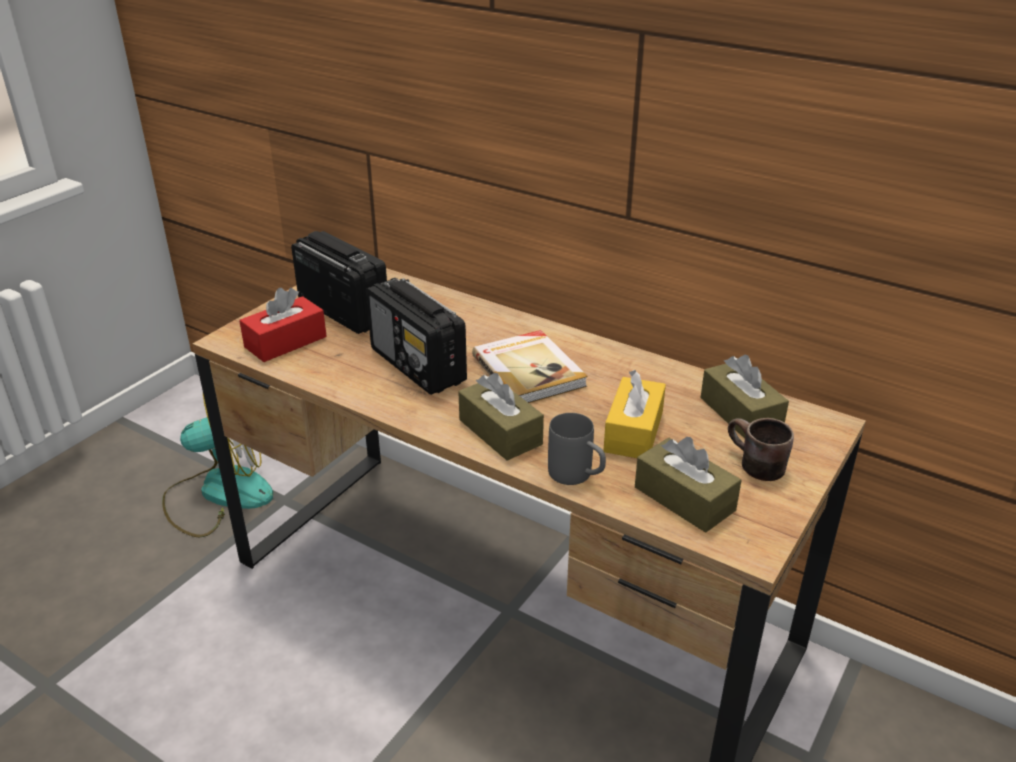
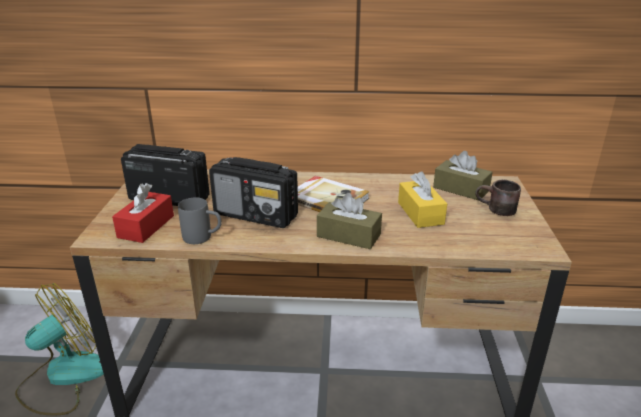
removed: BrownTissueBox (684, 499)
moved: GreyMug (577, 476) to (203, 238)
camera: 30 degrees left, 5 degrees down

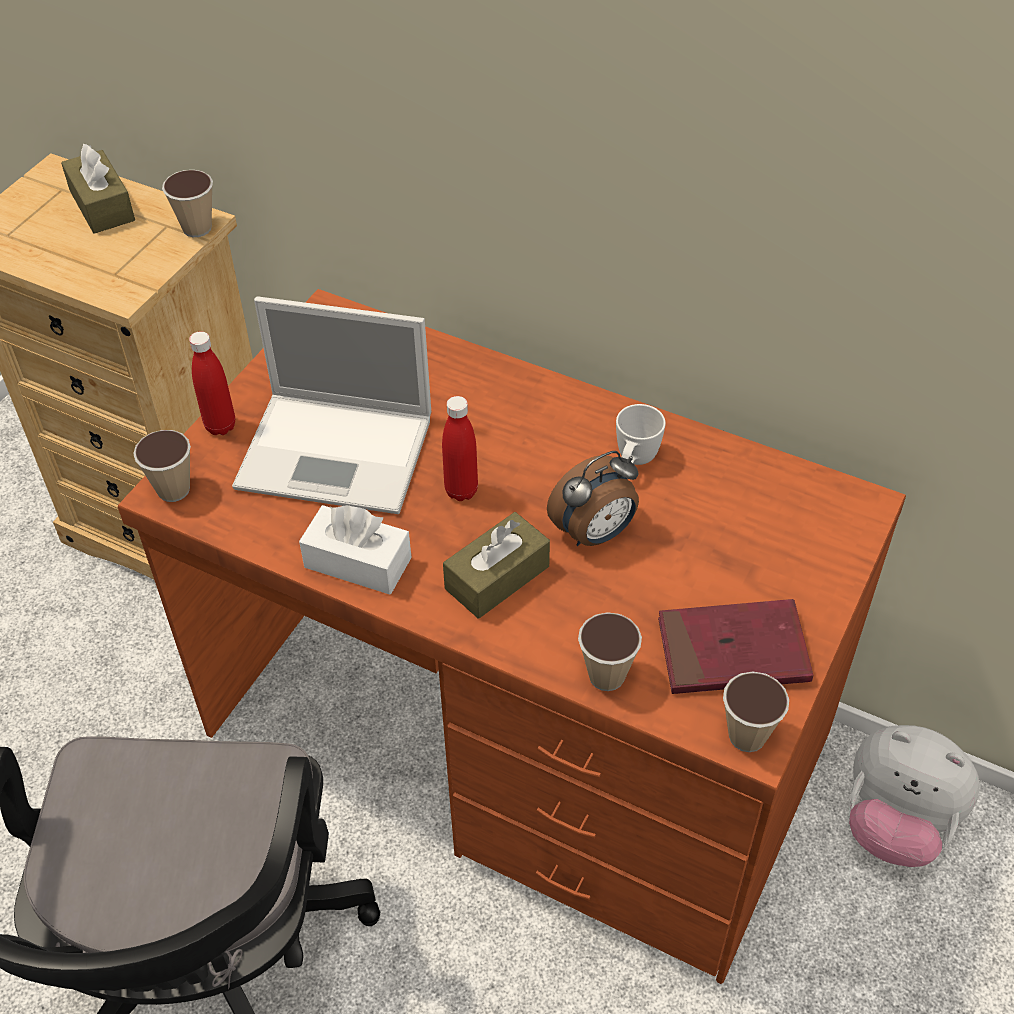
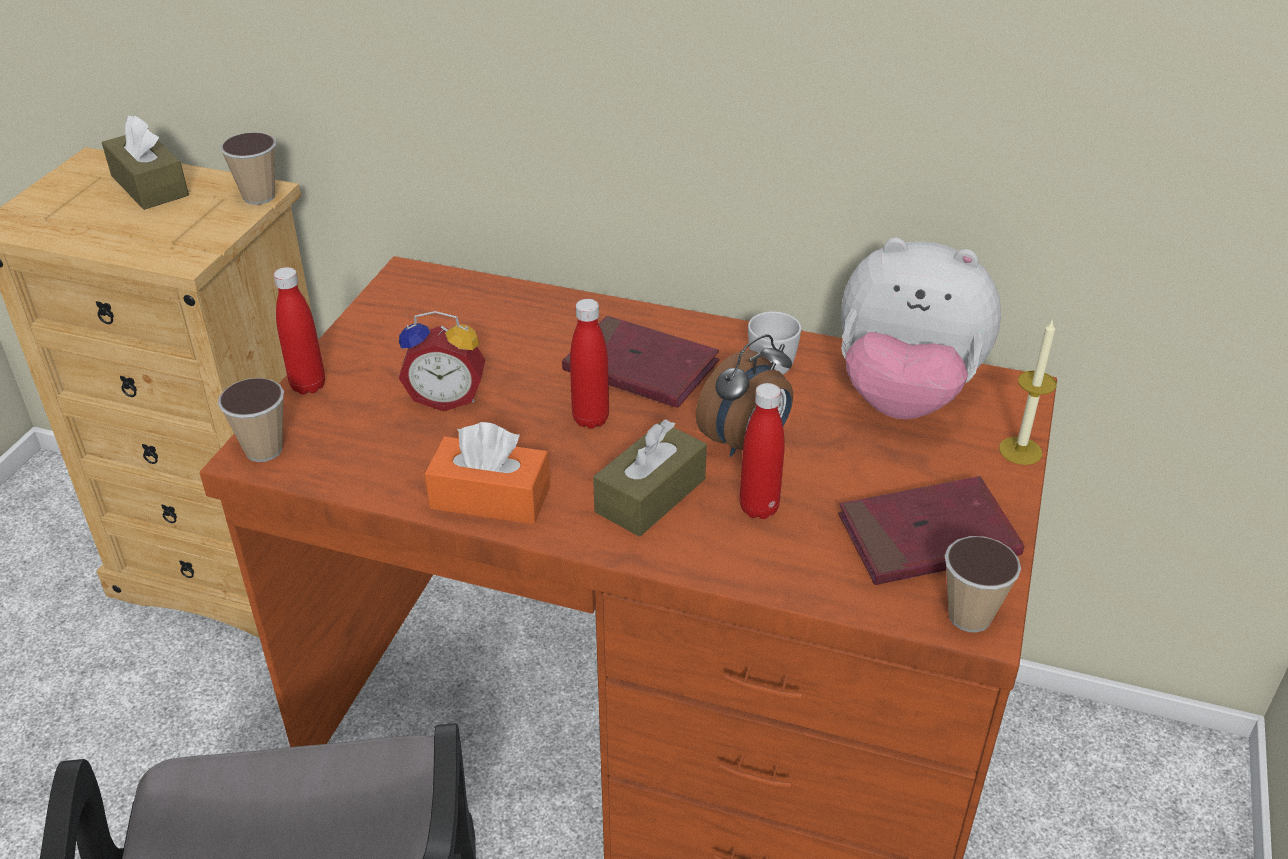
removed: Cup (606, 676)
added: RedBook (641, 368); RedBottle (759, 508); Candle (1020, 451)
moved: PlushToy (895, 824) to (904, 396)
replaced: Laptop (339, 452) to AlarmClock (447, 397)
recoloured: WhiteTissueBox (358, 562) to OrangeTissueBox (490, 497)
camera: 10 degrees left, 10 degrees down

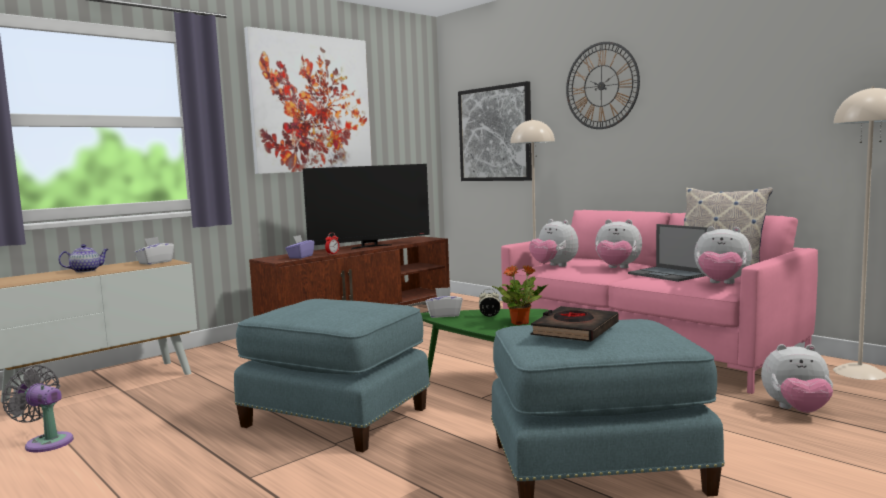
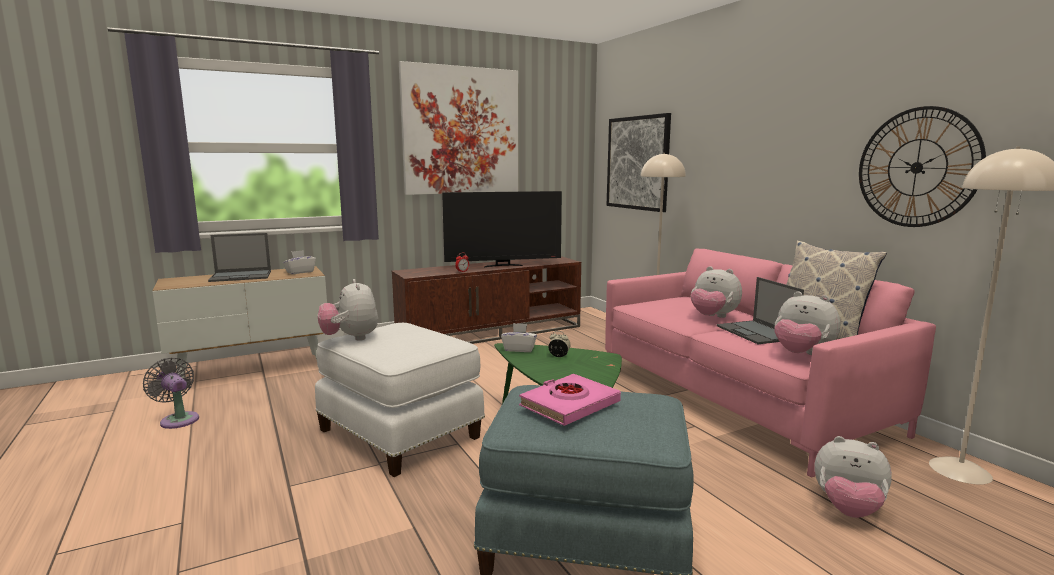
removed: PurpleTissueBox (300, 257); PottedPlant (520, 323)
moved: PlushToy (554, 266) to (350, 338); WallClock (601, 86) to (917, 167)
replaced: Teapot (86, 270) to Laptop (242, 276)
recoloured: BlueOttoman (337, 416) to WhiteOttoman (401, 433); BlackBook (574, 330) to PinkBook (569, 405)
camera: 15 degrees right, 5 degrees up

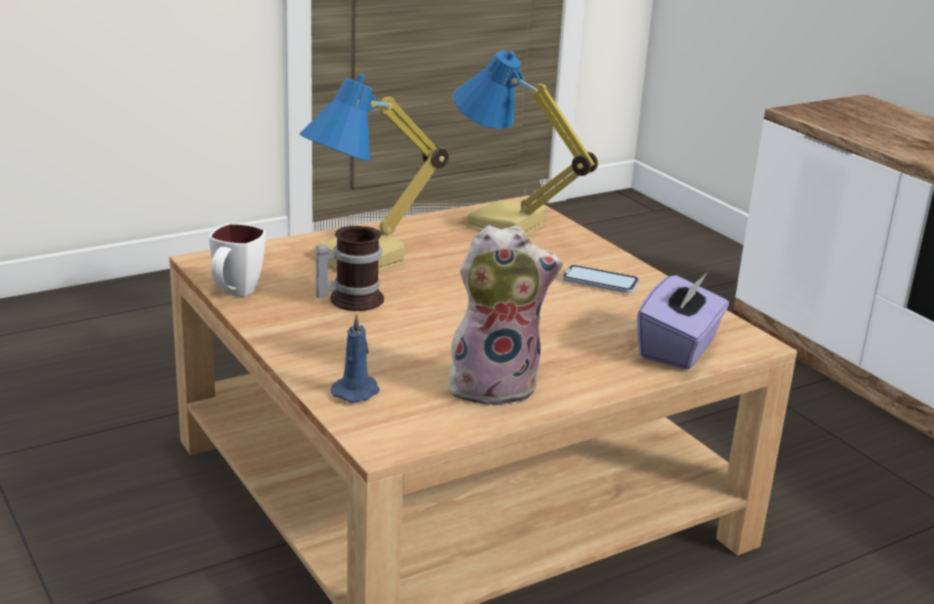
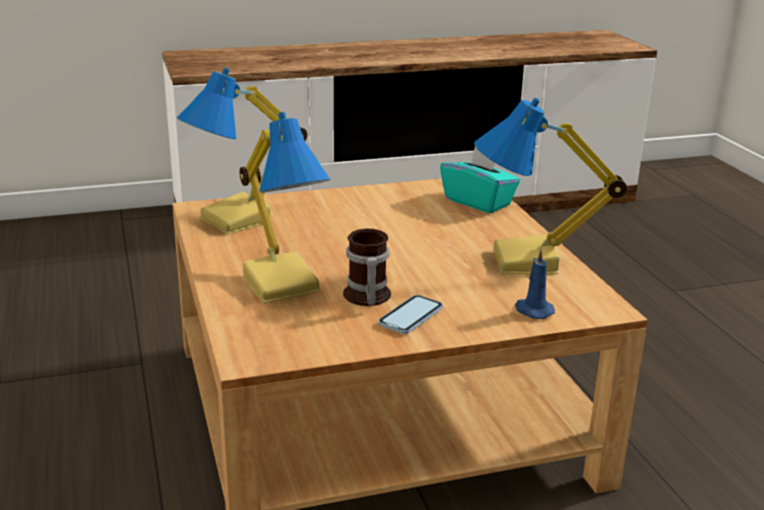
removed: WhiteMug (234, 293)
moved: Phone (600, 282) to (410, 316)
replaced: PlushToy (495, 386) to TableLamp (526, 262)
recoloured: PurpleTissueBox (679, 349) to TurquoiseTissueBox (478, 202)
camera: 75 degrees left, 0 degrees up

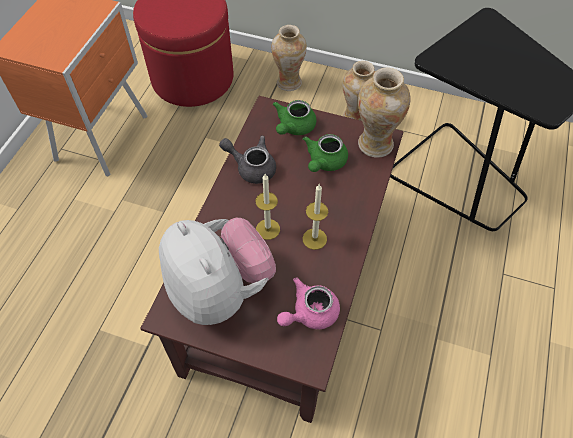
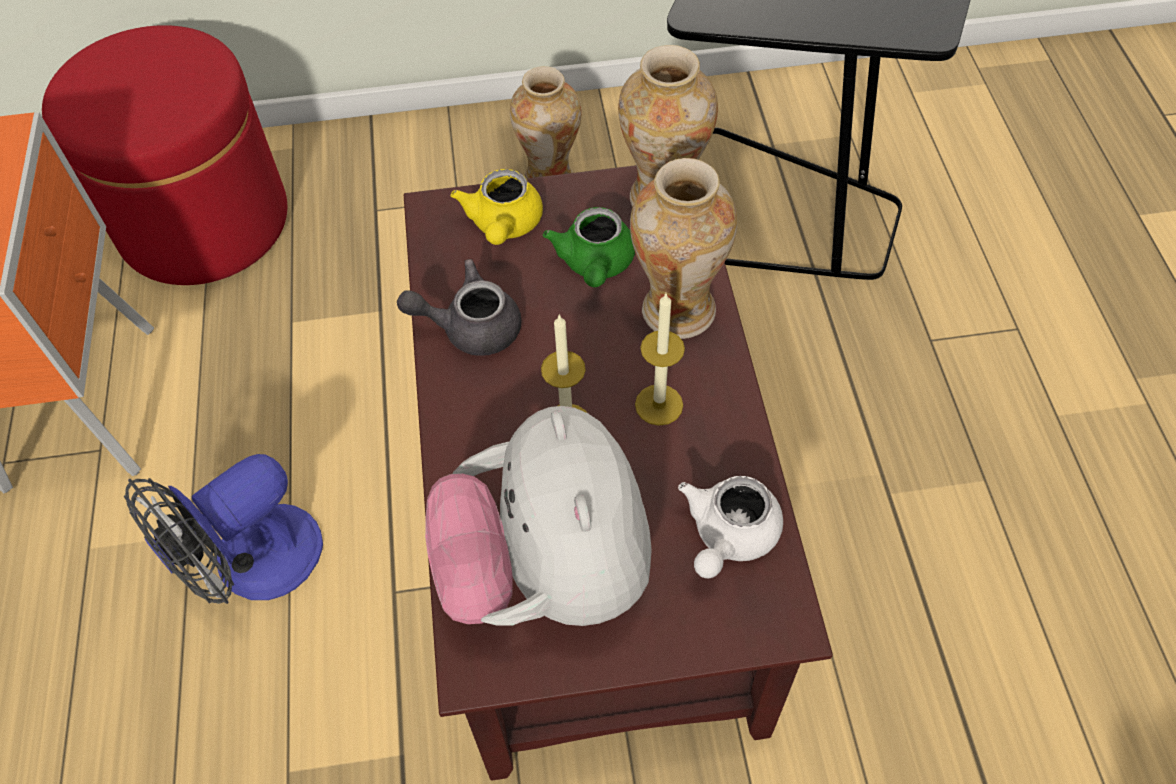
added: Fan (252, 565)
moved: Vase (288, 82) to (677, 310)
recoloured: GreenTeapot (293, 127) to YellowTeapot (503, 226); PinkTeapot (309, 313) to WhiteTeapot (728, 536)
turned: PlushToy (220, 289) = (547, 570) 135 degrees counterclockwise
camera: 25 degrees left, 0 degrees up

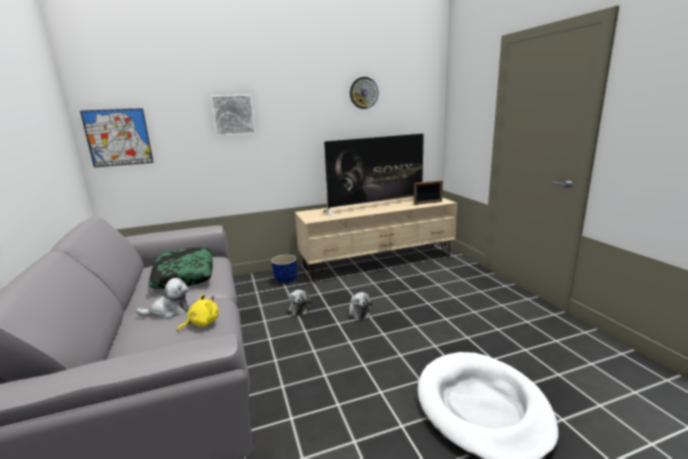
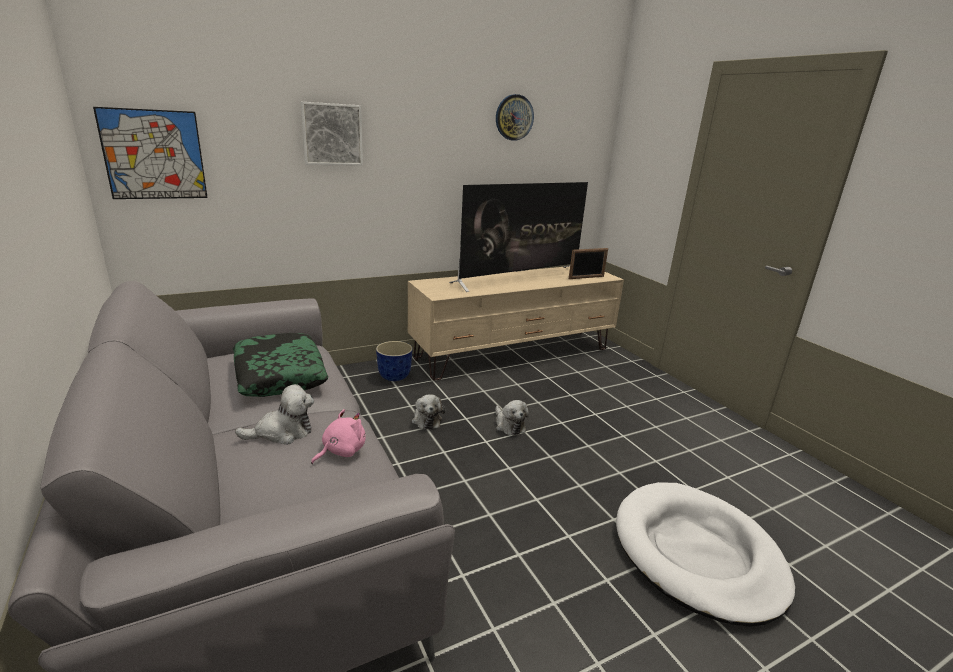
recoloured: YellowPlushToy (202, 323) to PinkPlushToy (341, 451)
camera: 10 degrees left, 5 degrees up

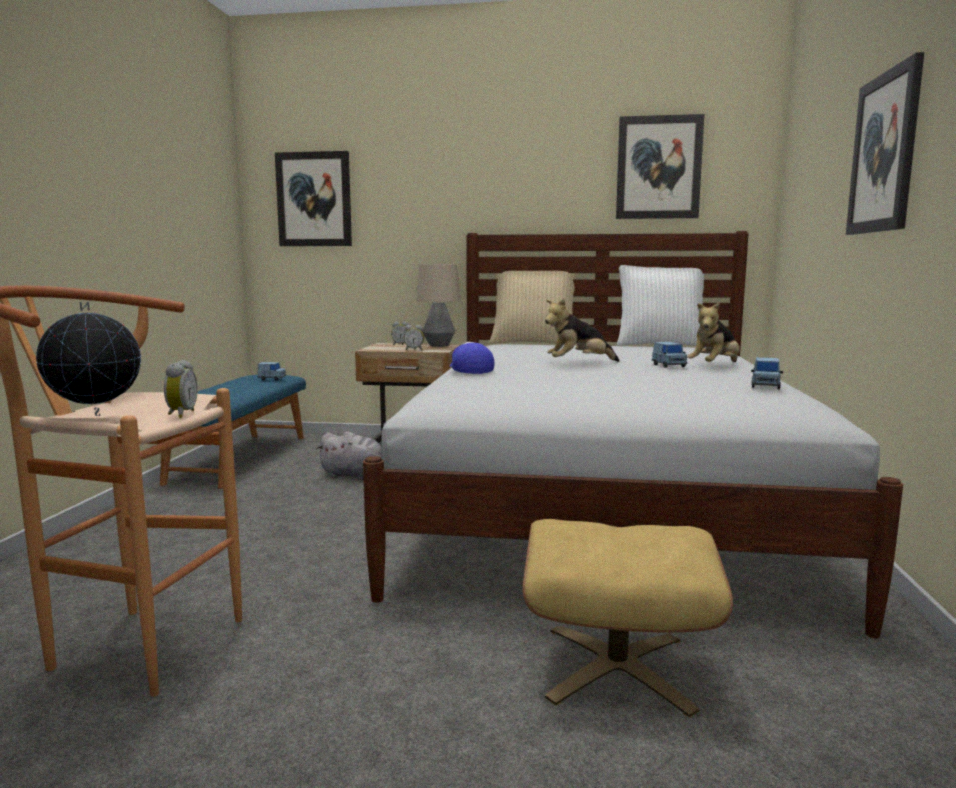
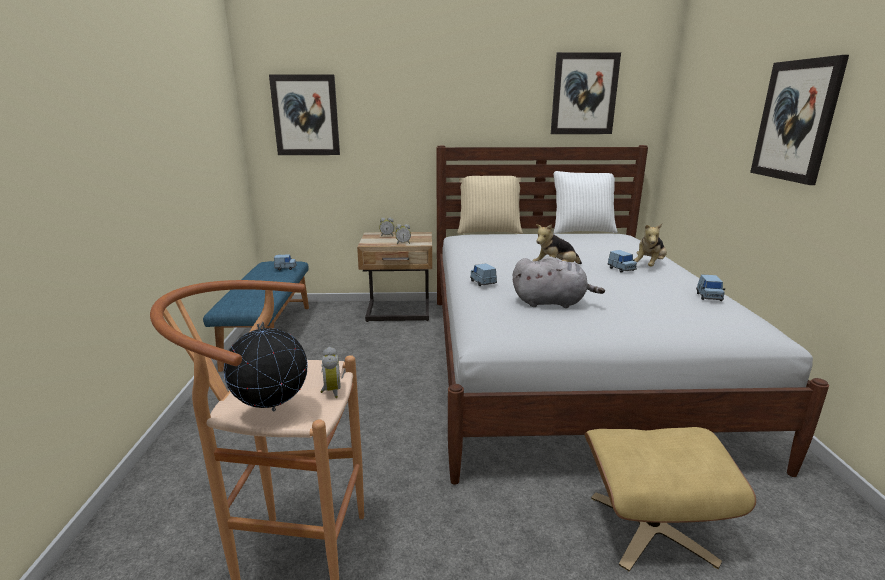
removed: TableLamp (439, 345)
moved: GreyPlushToy (355, 475) to (552, 303)
replaced: Cap (469, 369) to BlueToyCar (483, 282)
camera: 10 degrees left, 10 degrees up

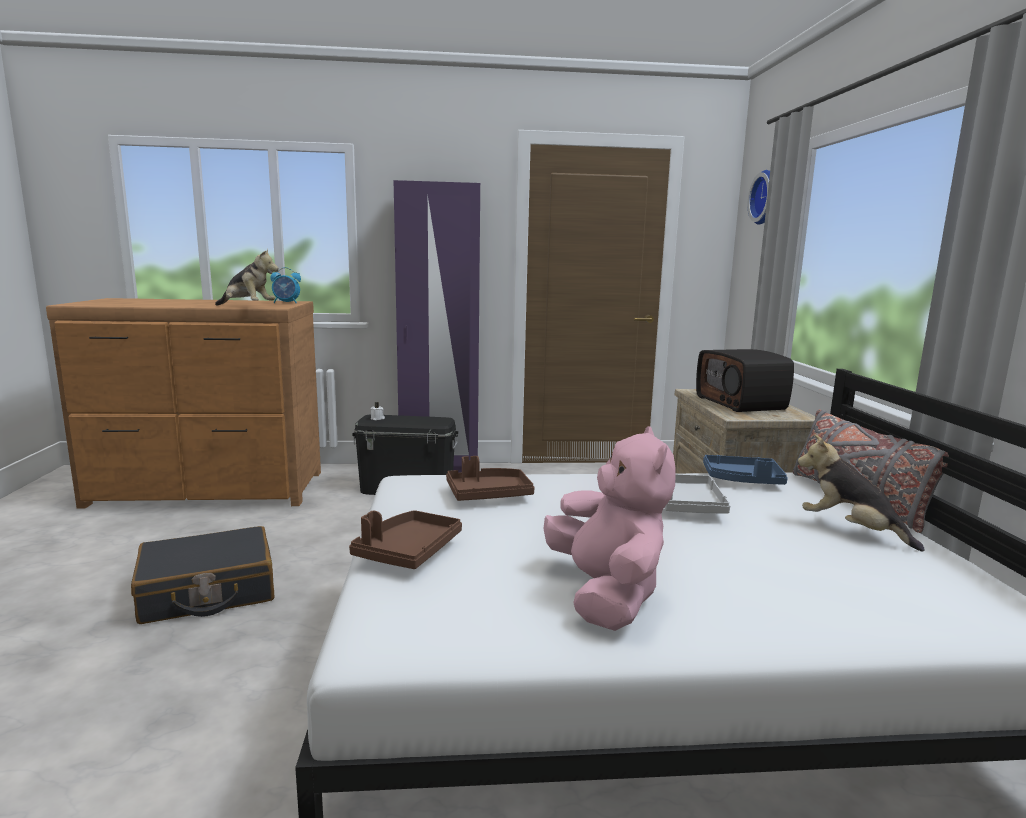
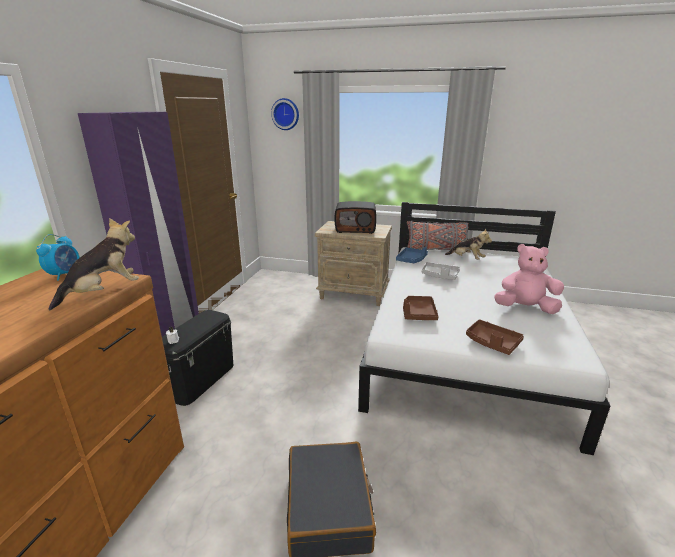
turned: PlushToy (850, 530) = (467, 259) 120 degrees counterclockwise
camera: 70 degrees left, 10 degrees up

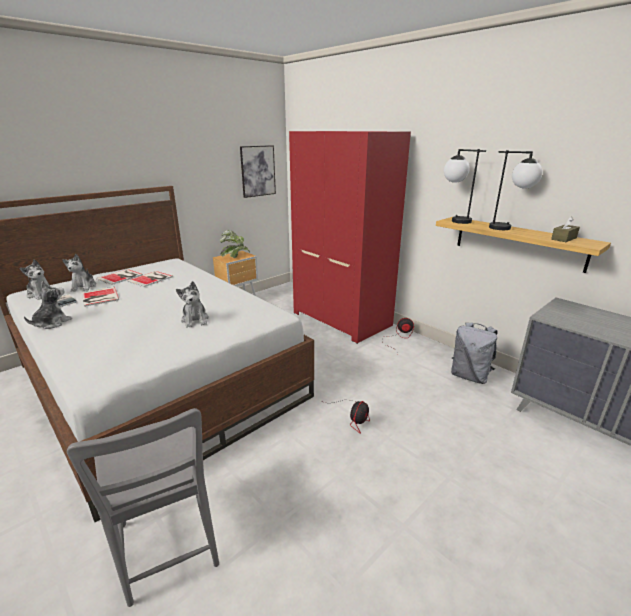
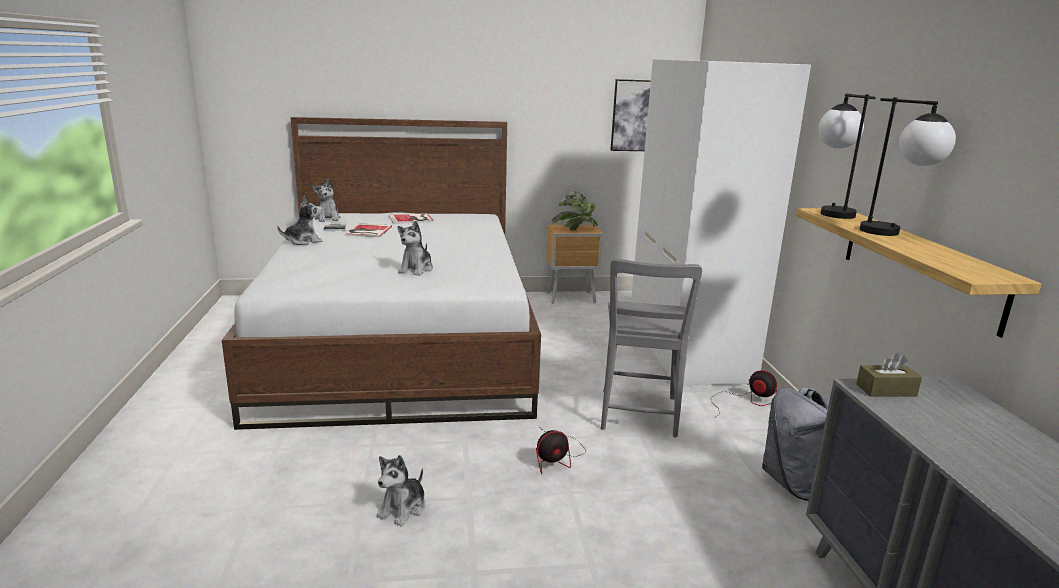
removed: Book (151, 279)
moved: PlushToy (84, 286) to (403, 509); GreyChair (169, 550) to (638, 416); BrownTissueBox (563, 238) to (886, 390)
recoloured: RedWardrobe (342, 319) to WhiteWardrobe (689, 353)
camera: 35 degrees right, 5 degrees down

